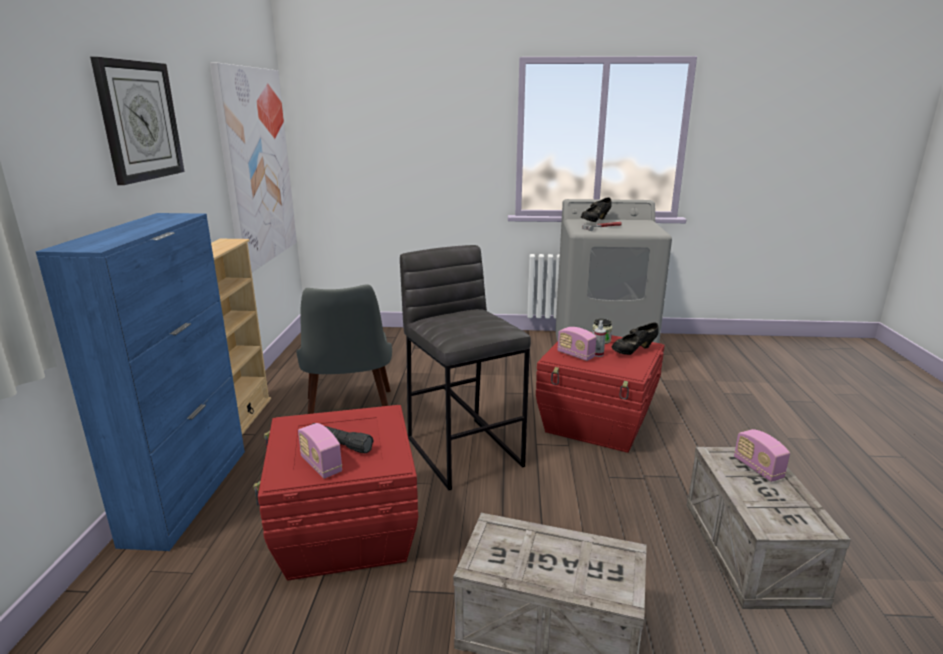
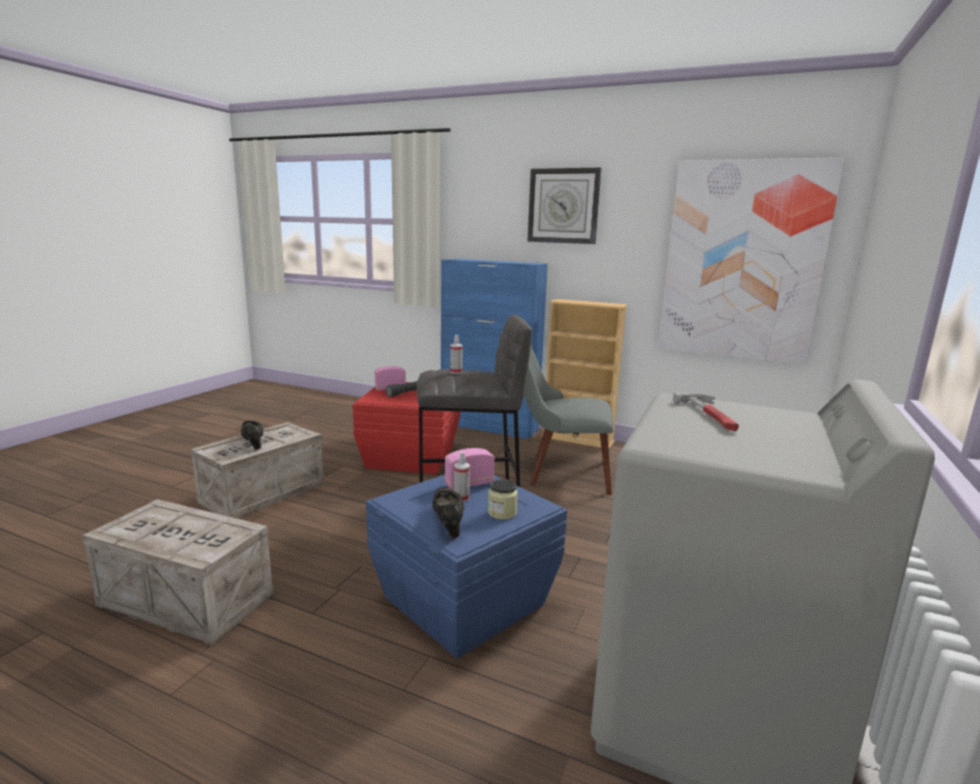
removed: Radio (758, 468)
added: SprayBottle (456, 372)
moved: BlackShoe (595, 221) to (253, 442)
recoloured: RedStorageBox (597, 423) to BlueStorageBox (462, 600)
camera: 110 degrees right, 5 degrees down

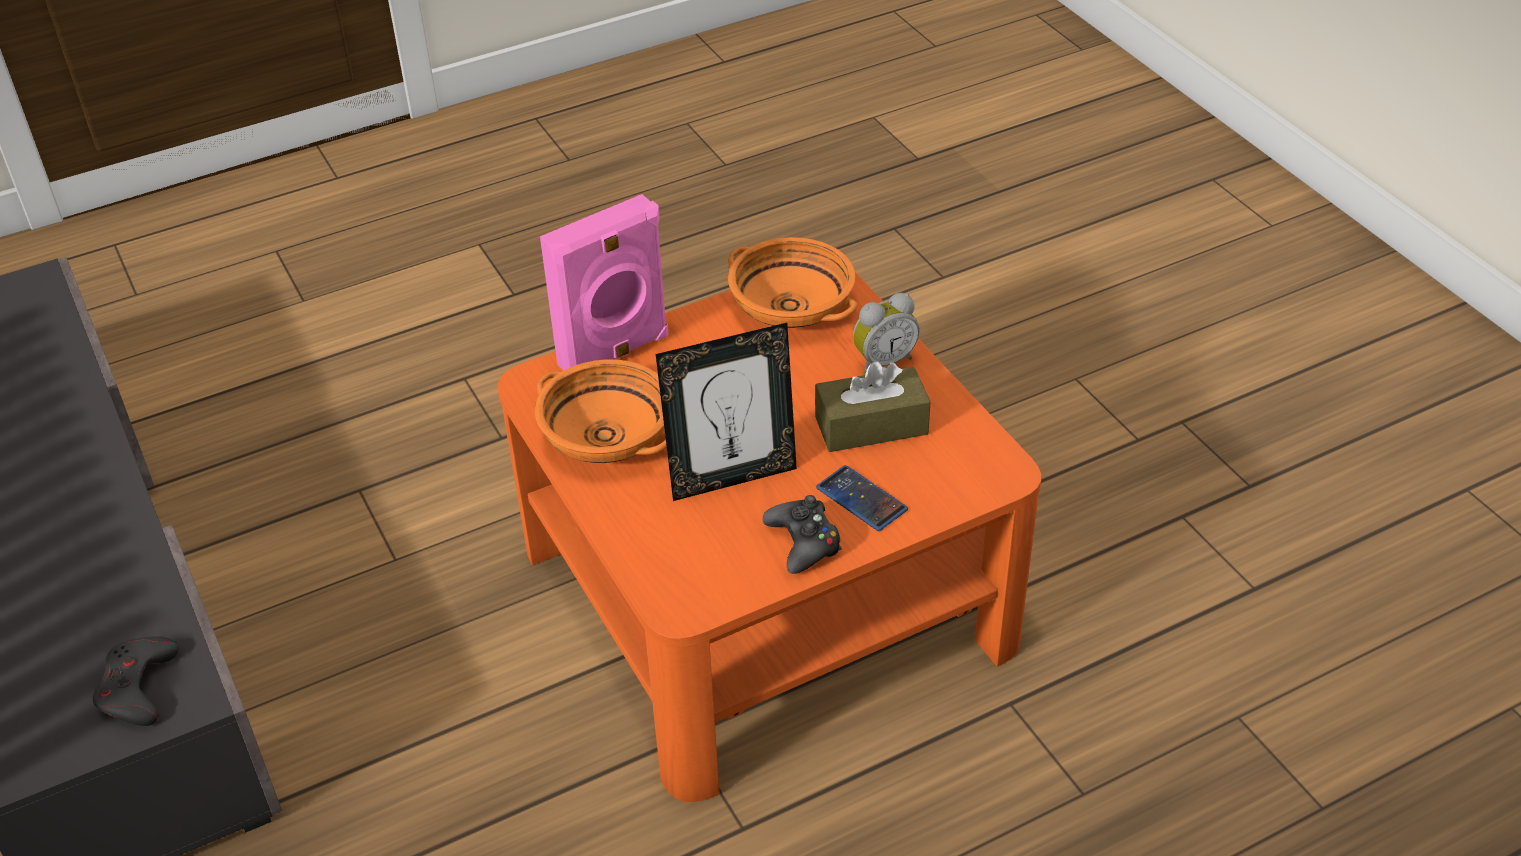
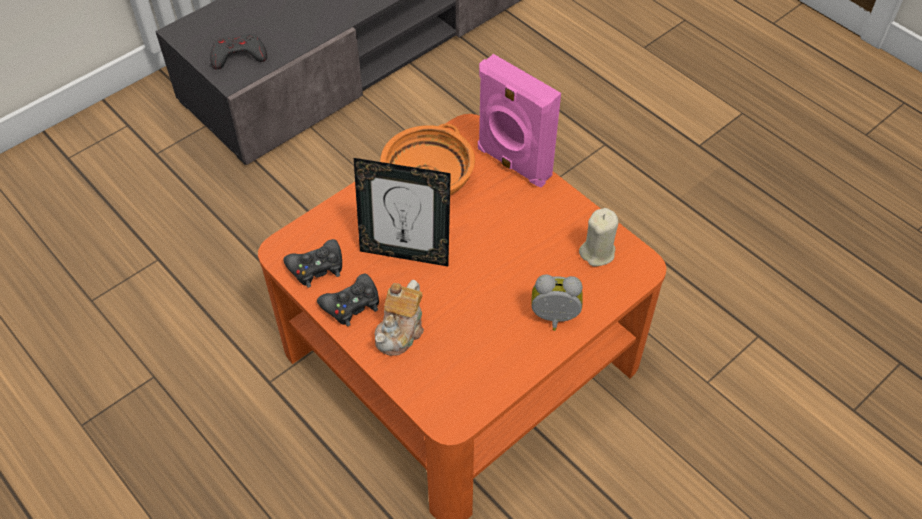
removed: BrownTissueBox (871, 425)
added: BlackGameController (316, 267)
replaced: OrangeBowl (793, 307) to BeigeCandle (597, 252); Phone (861, 499) to Teapot (401, 331)
turned: PictureFrame (731, 477) = (405, 252) 45 degrees counterclockwise; AlarmClock (883, 361) = (554, 319) 135 degrees clockwise
camera: 75 degrees right, 10 degrees up

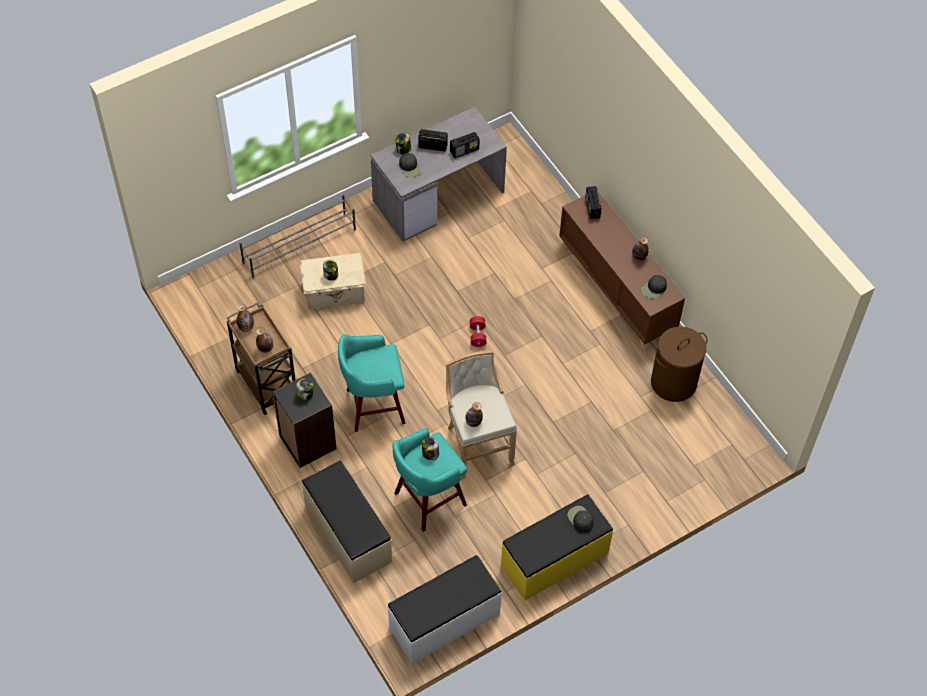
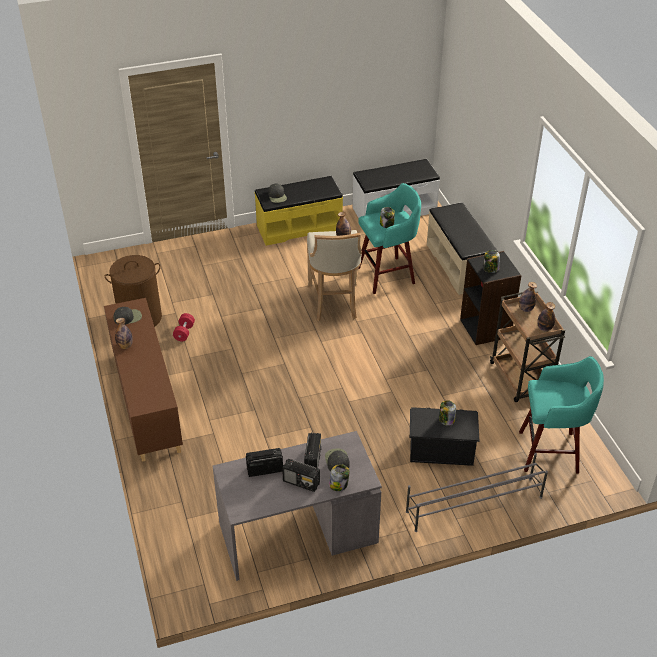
moved: TurquoiseStool (373, 406) to (551, 452); RedDumbbell (477, 335) to (184, 332); Radio (592, 208) to (313, 459)
recoloured: BeigeStorageBox (335, 292) to BlackStorageBox (441, 448)
camera: 165 degrees left, 15 degrees down

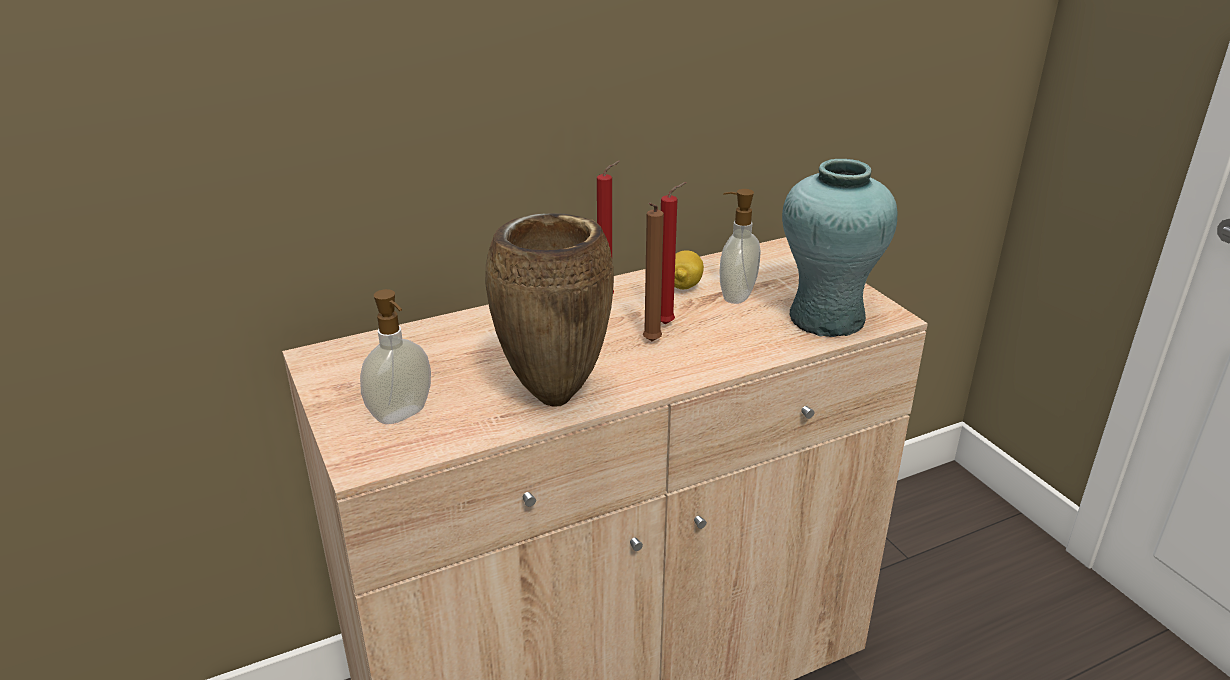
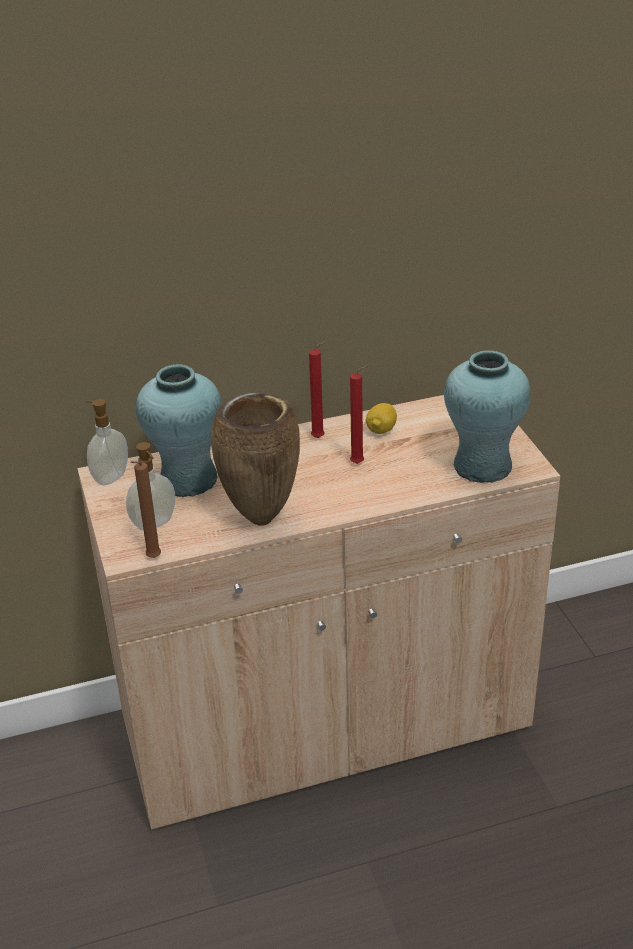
added: TurquoiseVase (188, 479)
moved: BrownCandle (650, 343) to (152, 559); SoapDispenser (735, 295) to (110, 477)
camera: 10 degrees right, 5 degrees up

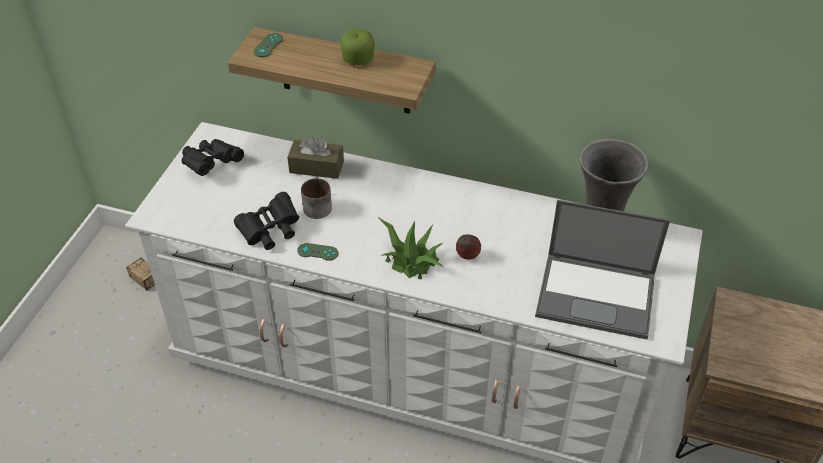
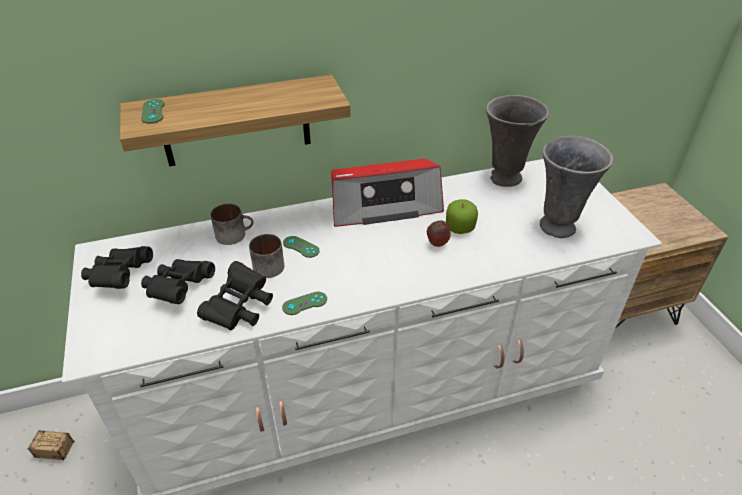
removed: PottedPlant (411, 259)
added: BlackBinoculars (179, 289); GreenGameController (301, 247); Radio (384, 205)
moved: Apple (358, 60) to (460, 228)
replaced: BrownTissueBox (316, 167) to Mug (234, 234); Laptop (597, 295) to GreyVase (558, 226)
camera: 35 degrees left, 5 degrees down

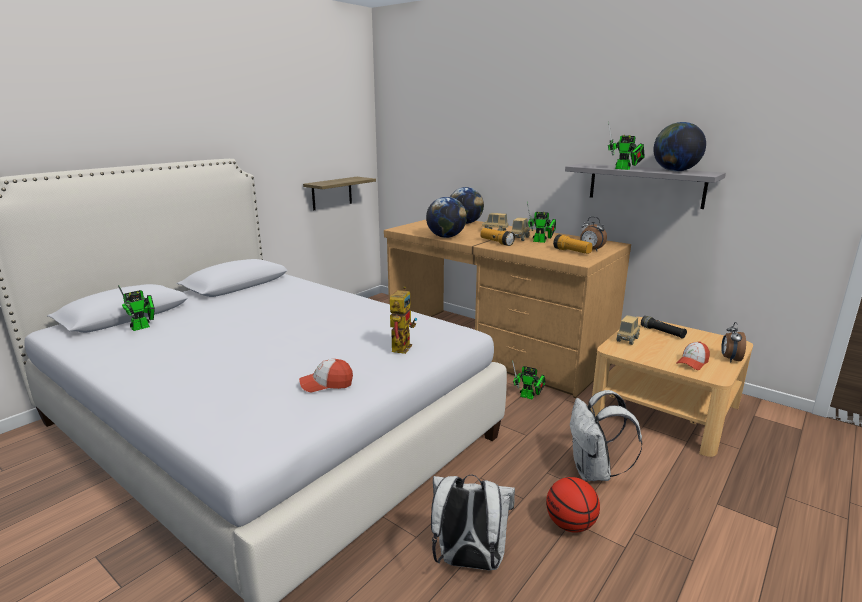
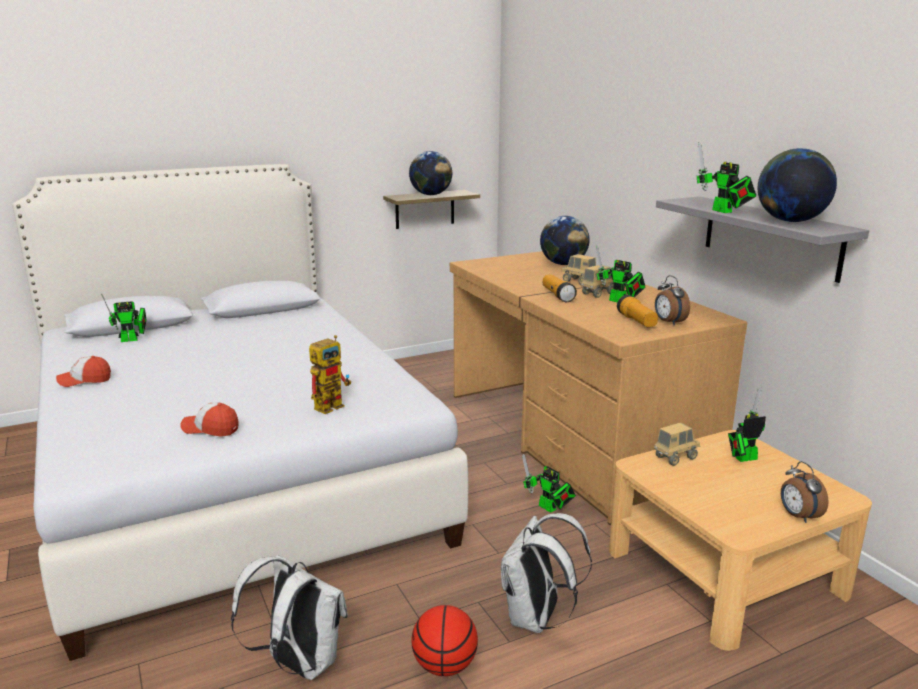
moved: Globe (446, 237) to (431, 195); Cap (692, 362) to (85, 380)
replaced: BlackFlashlight (662, 332) to ToyRobot (743, 459)
turned: AlarmClock (730, 359) = (798, 516) 60 degrees counterclockwise
camera: 25 degrees right, 0 degrees up

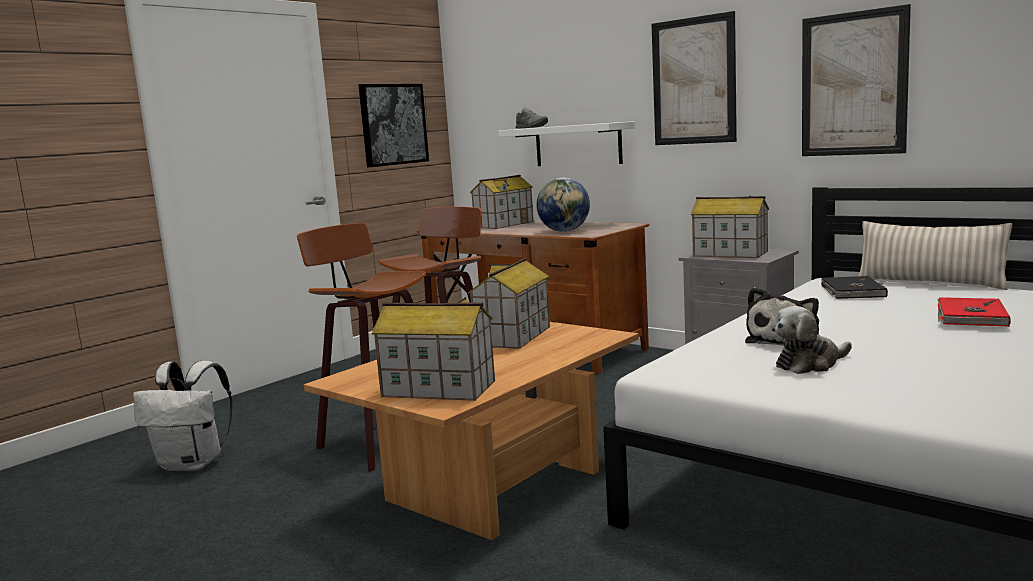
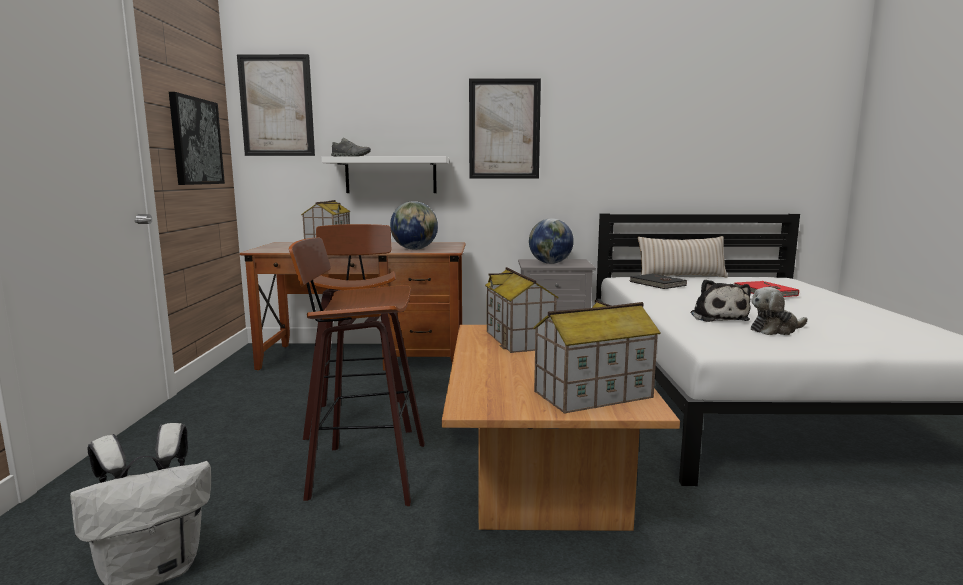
moved: Picture (853, 84) to (277, 106)
replaced: ToyHouse (729, 254) to Globe (550, 263)
turned: PlushToy (809, 364) = (775, 330) 45 degrees clockwise
camera: 40 degrees left, 0 degrees up

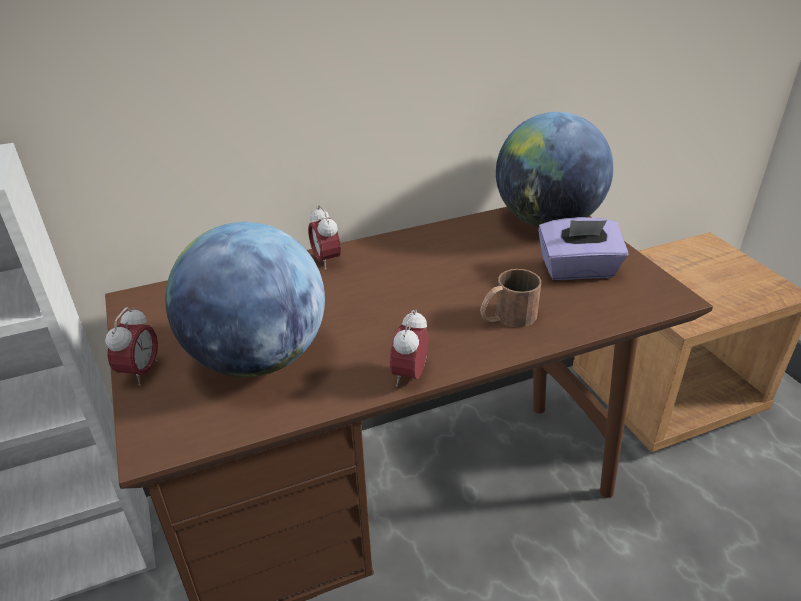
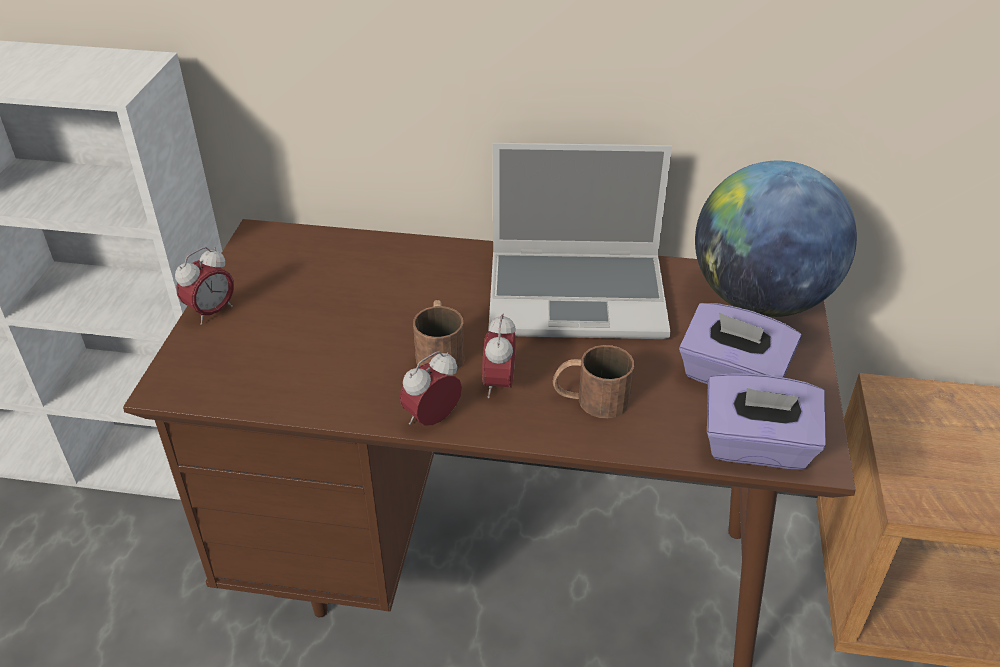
removed: Globe (258, 358)
added: BrownMug (439, 350); Laptop (579, 295); PurpleTissueBox (757, 447)
moved: AlarmClock (326, 261) to (499, 384)
camera: 30 degrees right, 5 degrees up

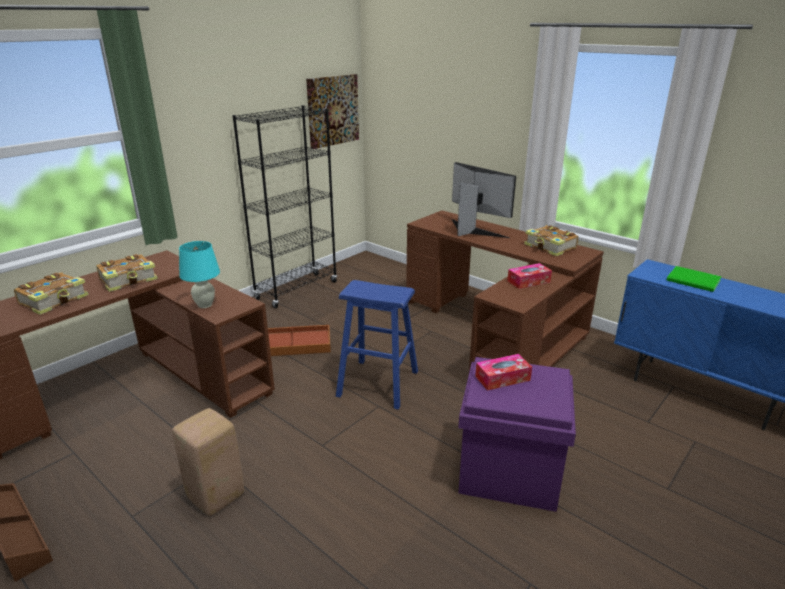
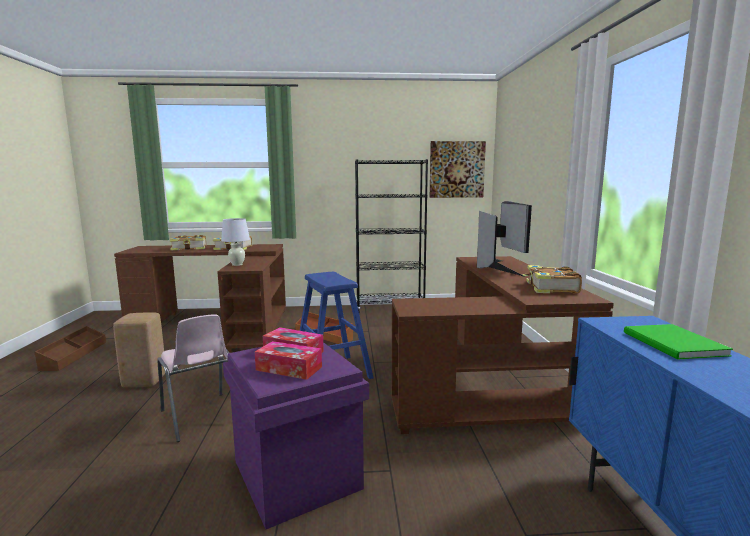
added: PinkChair (200, 417)
moved: TissueBox (528, 281) to (289, 368)
recoloured: TurquoiseTableLamp (205, 305) to WhiteTableLamp (237, 264)
camera: 45 degrees right, 15 degrees down

